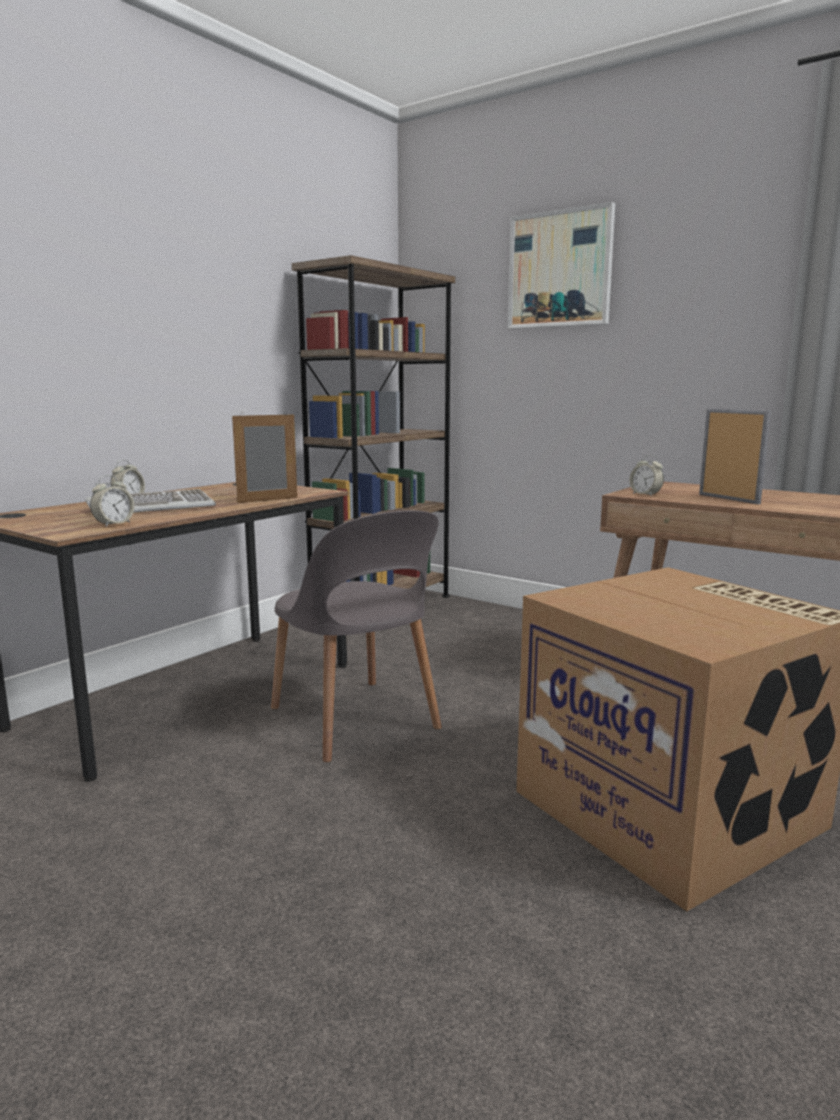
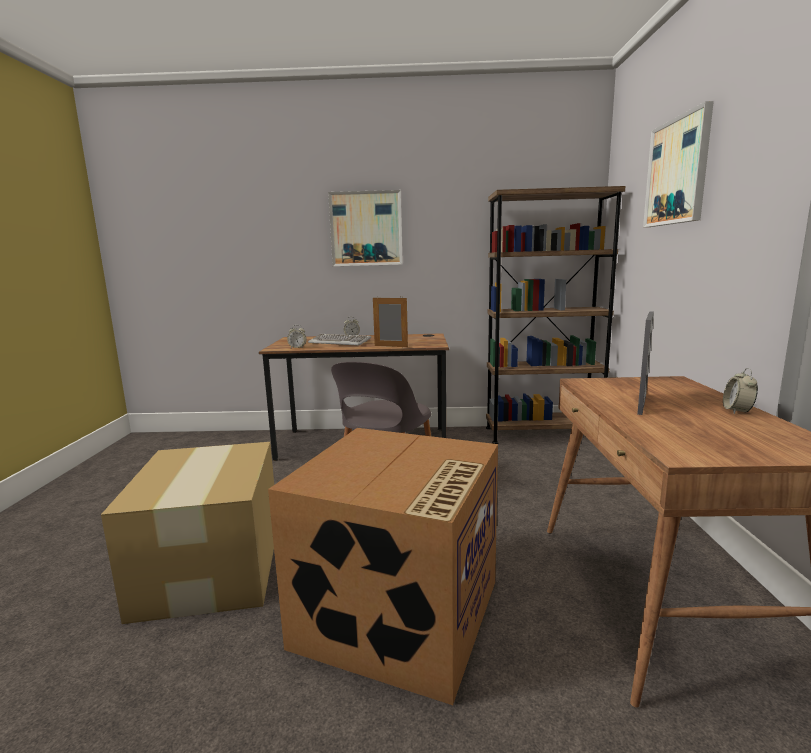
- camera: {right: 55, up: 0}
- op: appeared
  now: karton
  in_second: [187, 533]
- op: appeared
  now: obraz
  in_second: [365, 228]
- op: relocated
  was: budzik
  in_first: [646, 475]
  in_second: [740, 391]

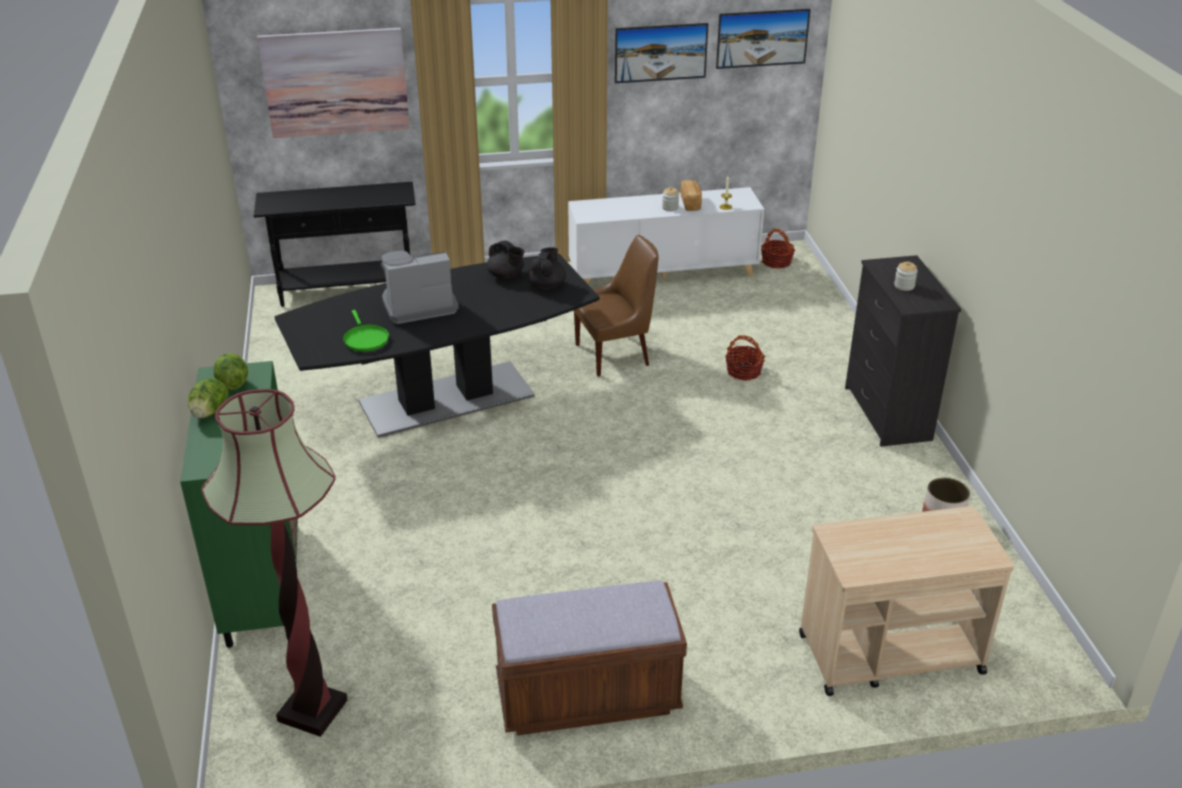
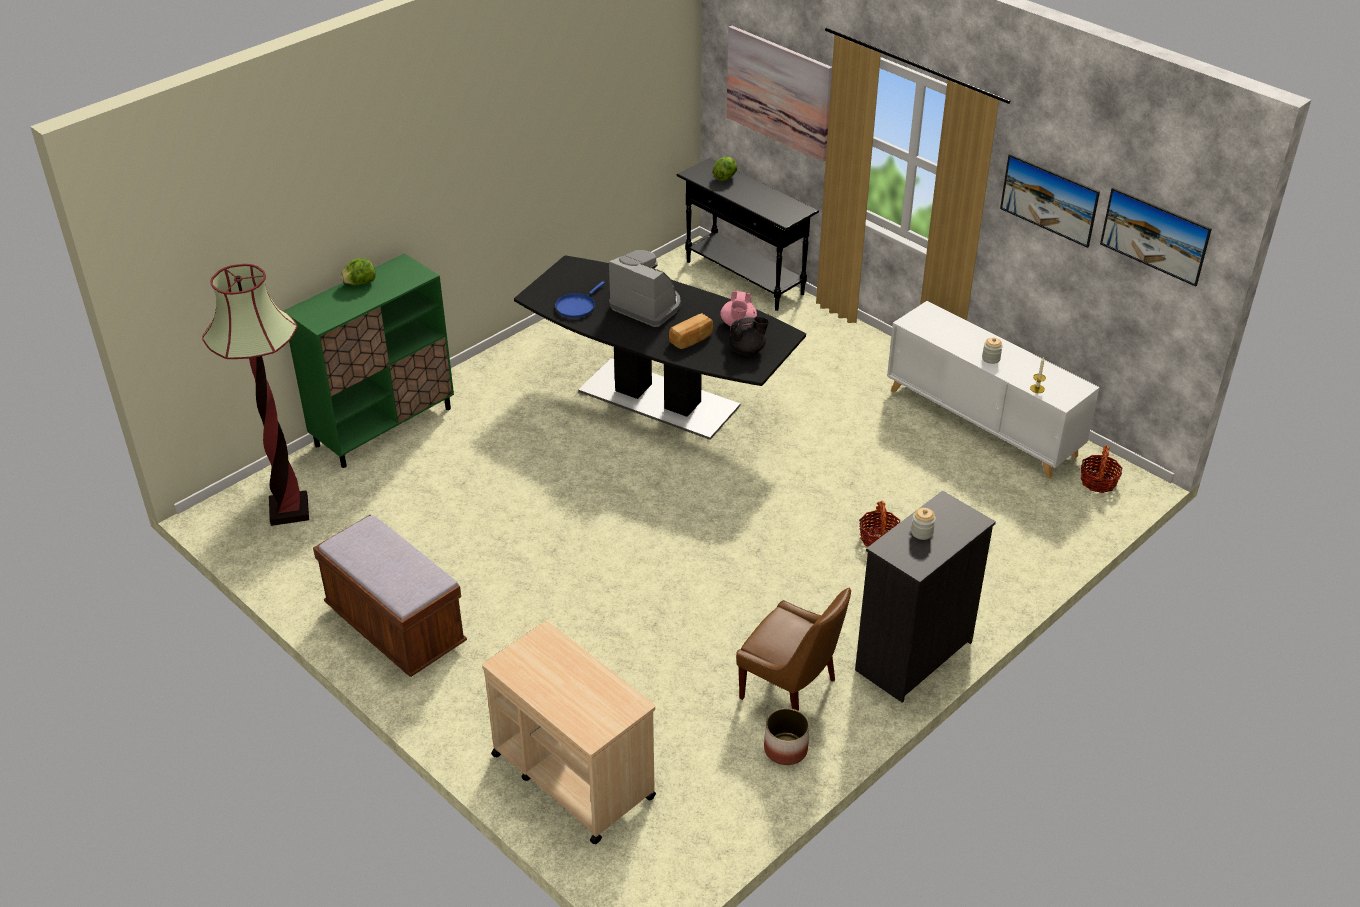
- camera: {right: 55, up: 5}
- op: relocated
  was: sałata
  in_first: [231, 371]
  in_second: [725, 169]
- op: relocated
  was: krzesło/brązowy
  in_first: [615, 306]
  in_second: [793, 649]
- op: relocated
  was: chleb
  in_first: [691, 195]
  in_second: [691, 331]
- op: colour
  was: patelnia/zielony
  now: patelnia/niebieski
  in_first: [366, 330]
  in_second: [580, 299]
- op: colour
  was: imbryk/czarny
  now: imbryk/różowy
  in_first: [505, 259]
  in_second: [738, 308]

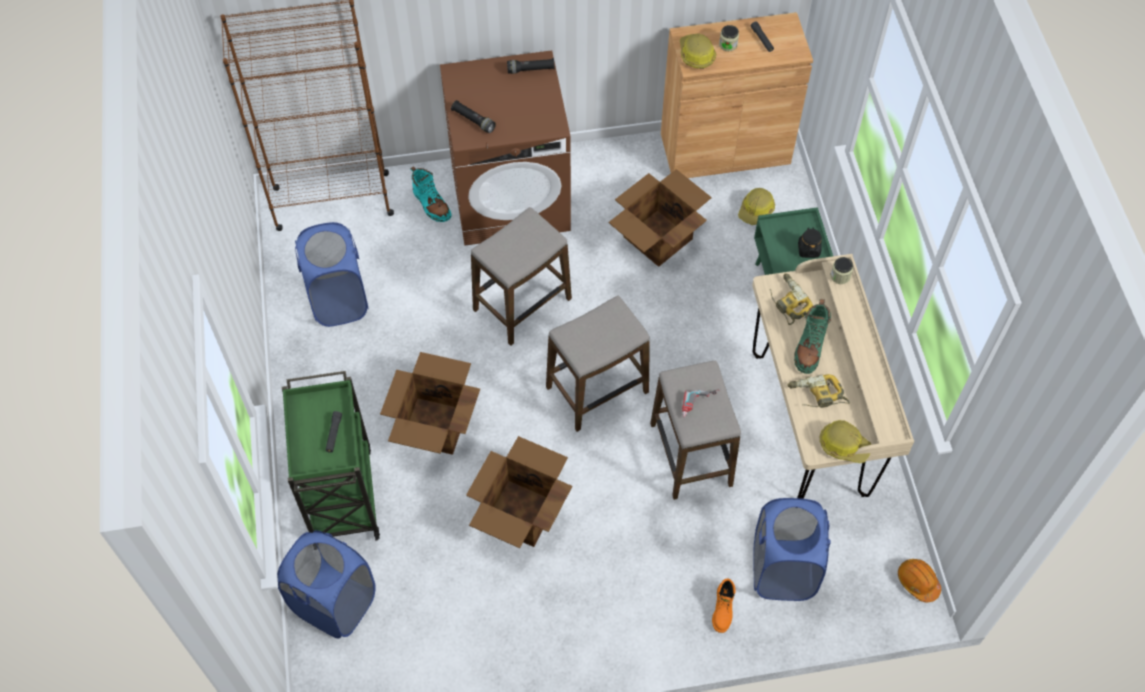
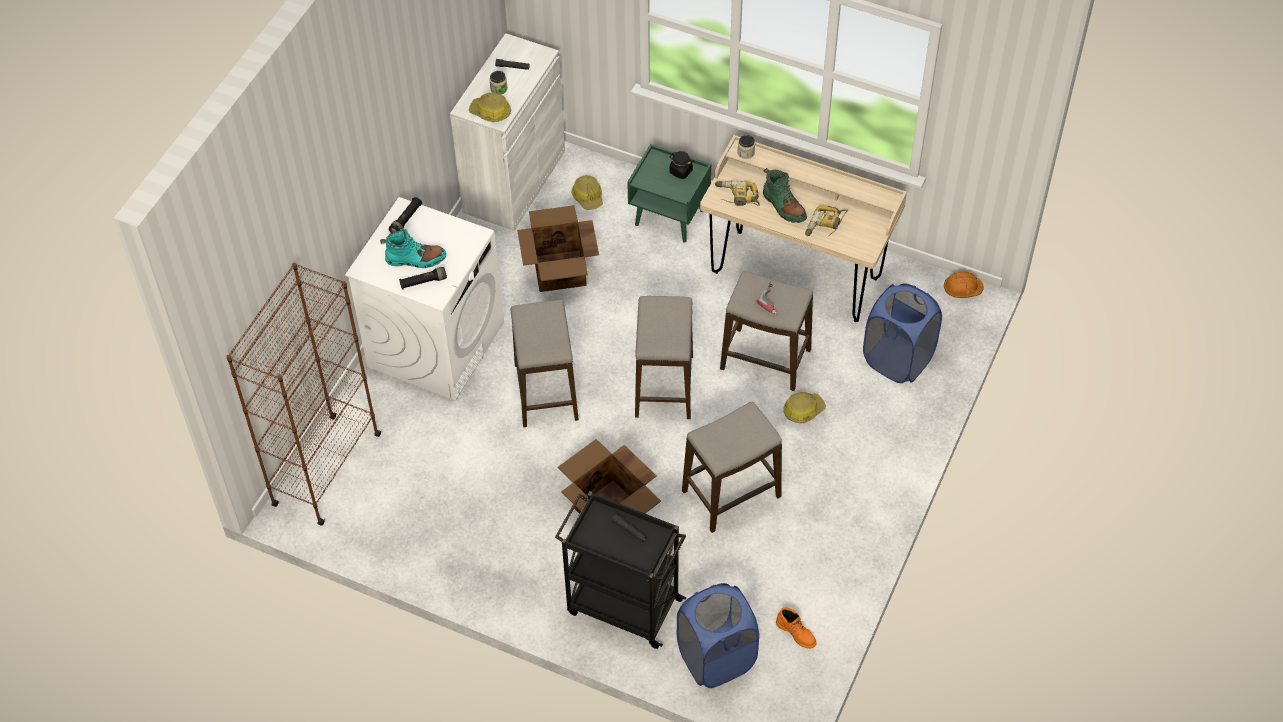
- camera: {right: -55, up: -5}
- op: missing
  was: kosz na pranie/niebieski
  in_first: [332, 274]
- op: relocated
  was: but z cholewką/turkusowy
  in_first: [431, 194]
  in_second: [413, 248]
- op: relocated
  was: but z cholewką/pomarańczowy
  in_first: [723, 605]
  in_second: [796, 628]
- op: relocated
  was: kask
  in_first: [845, 441]
  in_second: [804, 407]
- op: exchanged
  was: karton
  now: stołek
  in_first: [519, 492]
  in_second: [732, 467]
- op: colour
  was: wózek/zielony
  now: wózek/czarny
  in_first: [331, 455]
  in_second: [620, 570]
- op: colour
  was: pralka/brązowy
  now: pralka/biały
  in_first: [505, 147]
  in_second: [424, 298]
- op: colour
  was: szafka/brązowy
  now: szafka/biały
  in_first: [737, 95]
  in_second: [507, 132]

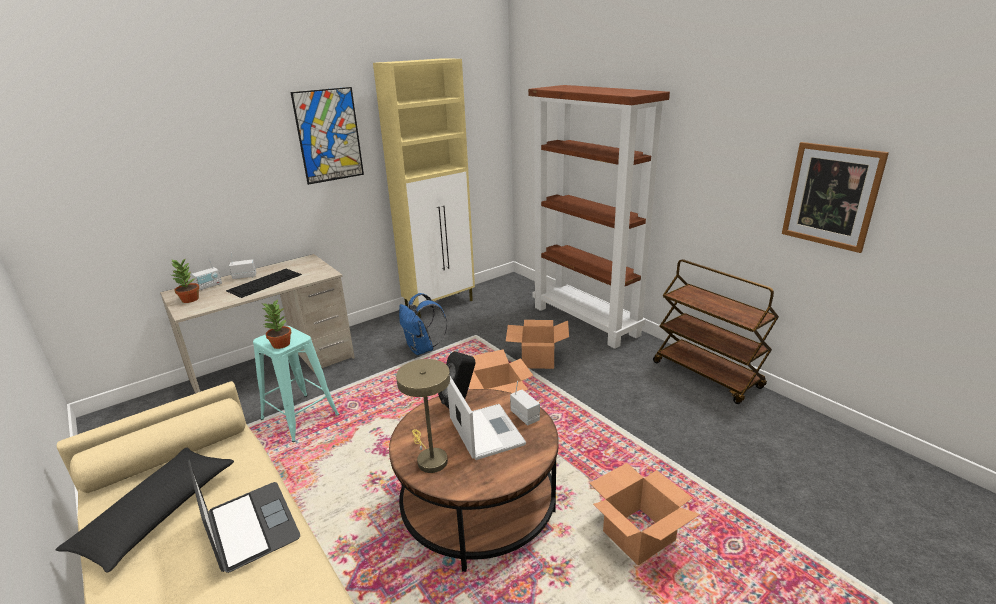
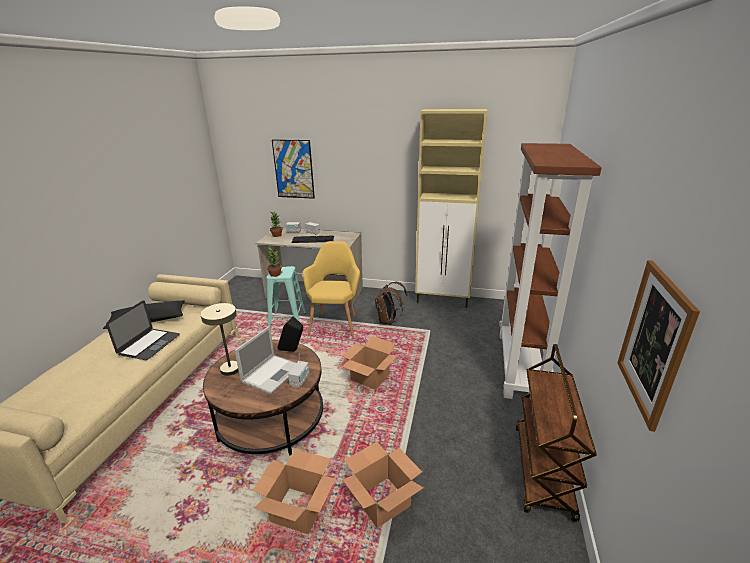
- camera: {right: 50, up: 0}
- op: appeared
  now: fotel/żółty
  in_second: [331, 289]
- op: relocated
  was: obraz
  in_first: [327, 136]
  in_second: [293, 169]
- op: relocated
  was: karton
  in_first: [537, 344]
  in_second: [383, 485]
- op: colour
  was: plecak/niebieski
  now: plecak/brązowy
  in_first: [423, 324]
  in_second: [391, 303]

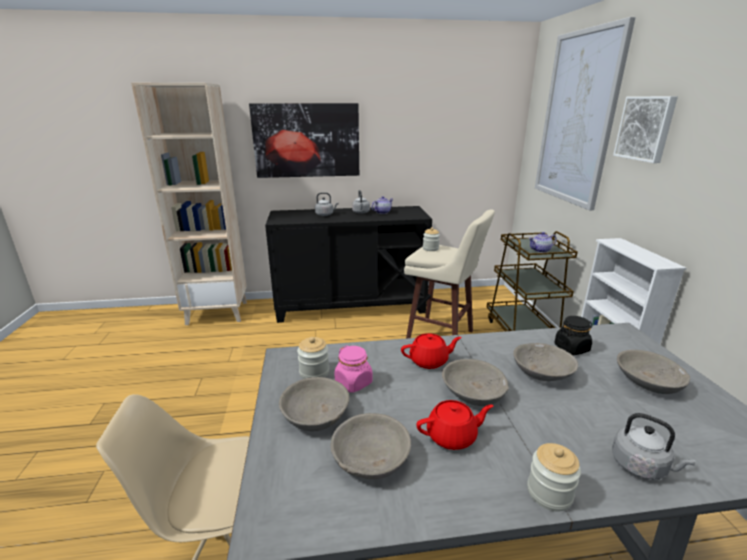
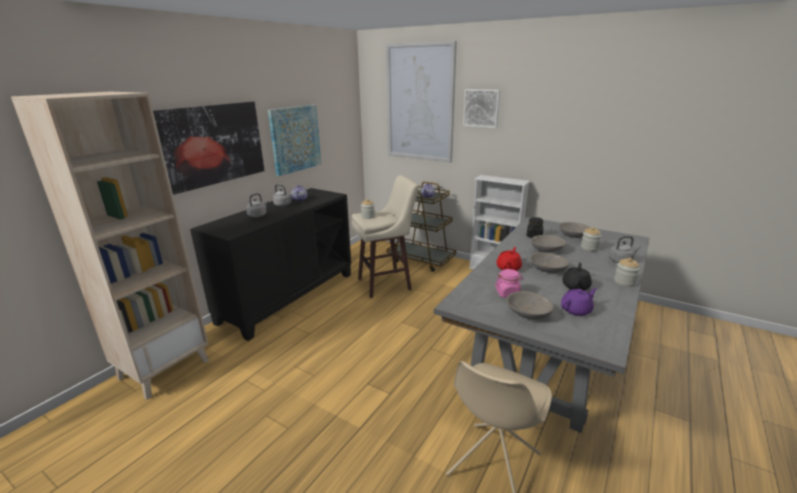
- camera: {right: -50, up: 0}
- op: appeared
  now: obraz
  in_second: [294, 140]
- op: relocated
  was: słoik
  in_first: [313, 358]
  in_second: [591, 239]
- op: exchanged
  was: miska/szary
  now: imbryk/fioletowy
  in_first: [371, 446]
  in_second: [579, 302]
- op: colour
  was: imbryk/czerwony
  now: imbryk/czarny
  in_first: [454, 425]
  in_second: [577, 277]

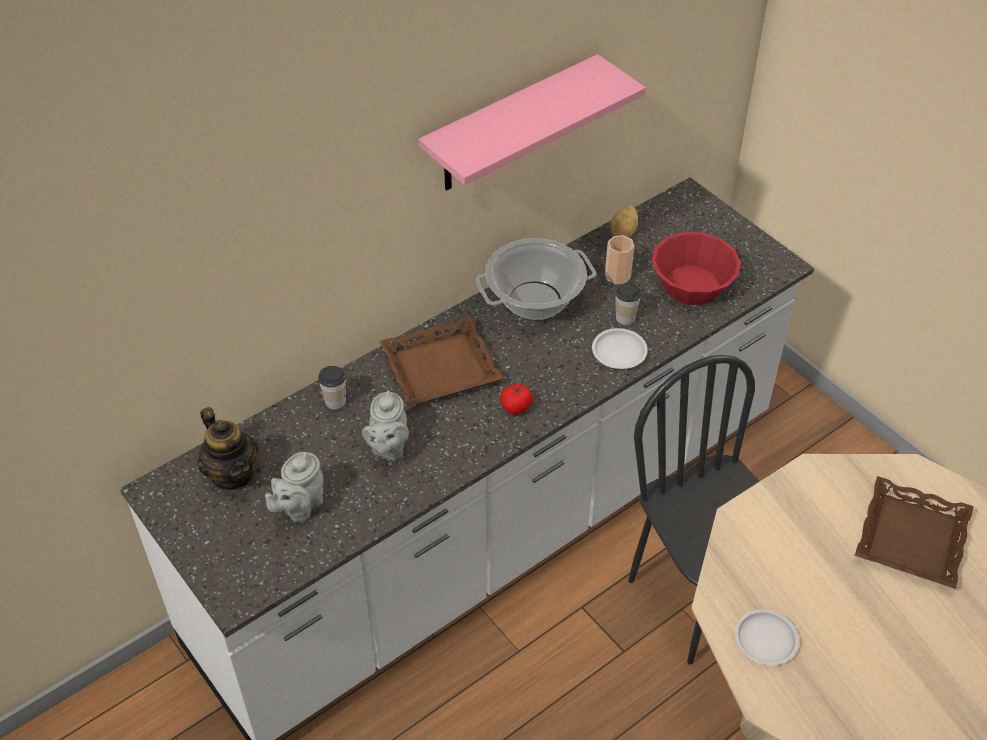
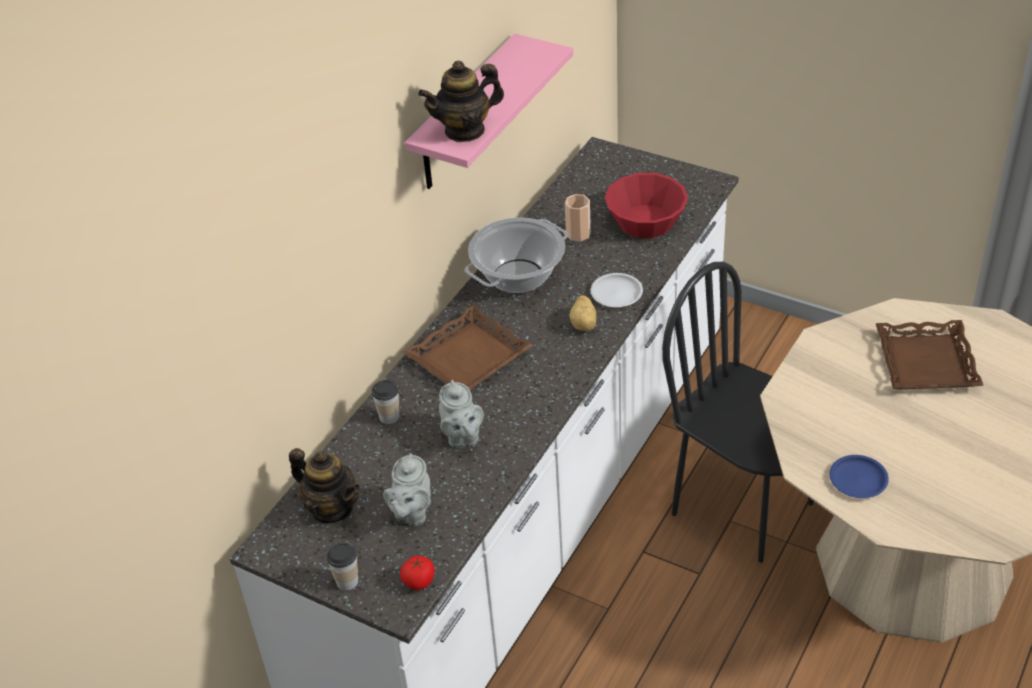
- camera: {right: -20, up: -5}
- op: appeared
  now: imbryk
  in_second: [461, 101]
- op: relocated
  was: pomidor
  in_first: [516, 399]
  in_second: [417, 573]
- op: relocated
  was: ziemniak
  in_first: [624, 221]
  in_second: [582, 313]
- op: relocated
  was: filiżanka
  in_first: [628, 303]
  in_second: [342, 566]
- op: colour
  was: talerz/biały
  now: talerz/niebieski
  in_first: [767, 637]
  in_second: [859, 476]

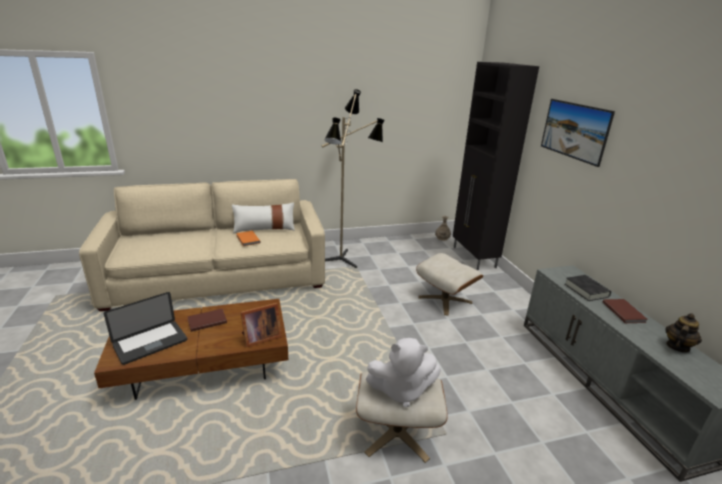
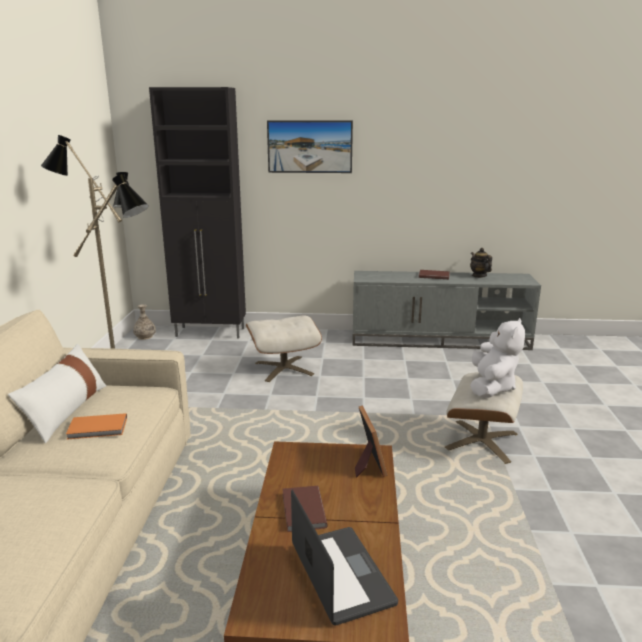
- camera: {right: -70, up: -5}
- op: missing
  was: książka/czarny
  in_first: [588, 288]

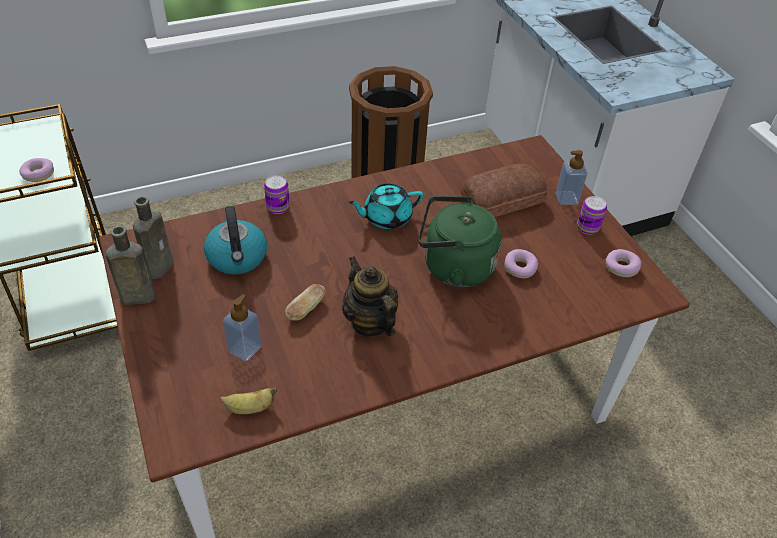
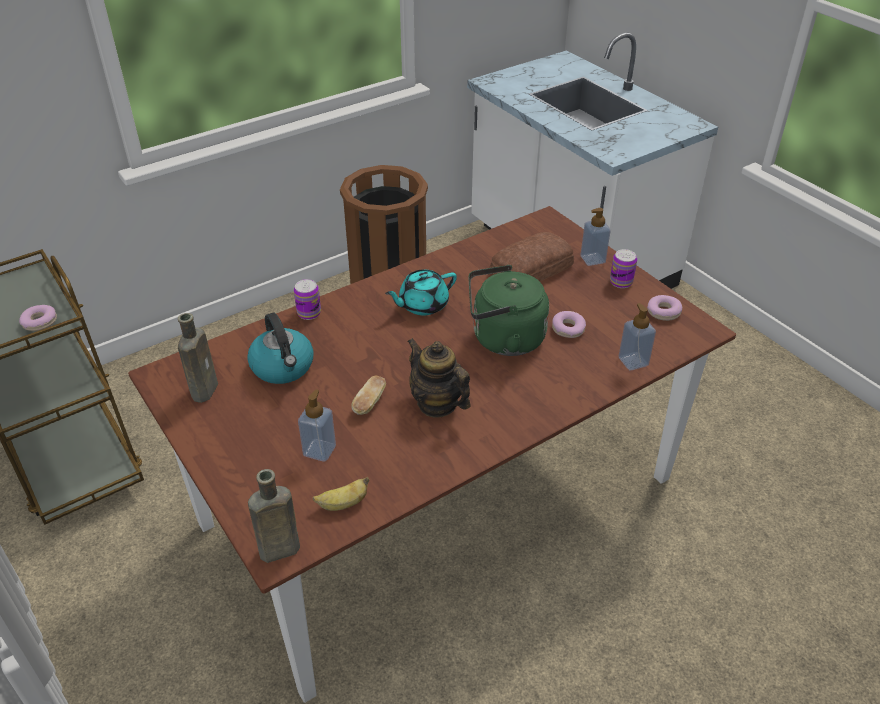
- camera: {right: -10, up: -5}
- op: appeared
  now: dozownik mydła
  in_second: [637, 336]
- op: relocated
  was: butelka/brązowy
  in_first: [130, 265]
  in_second: [274, 516]

